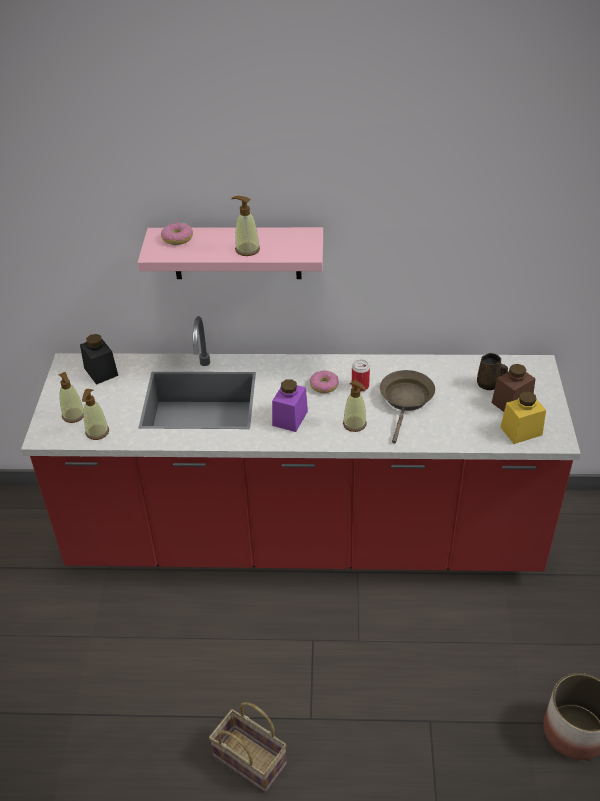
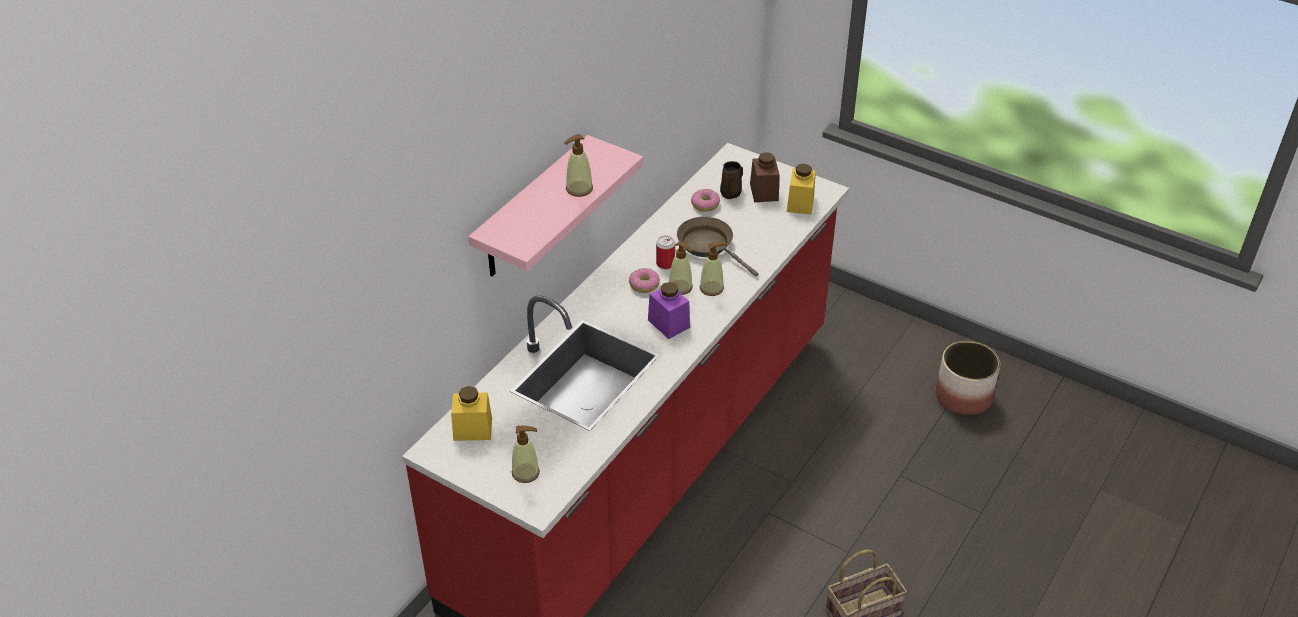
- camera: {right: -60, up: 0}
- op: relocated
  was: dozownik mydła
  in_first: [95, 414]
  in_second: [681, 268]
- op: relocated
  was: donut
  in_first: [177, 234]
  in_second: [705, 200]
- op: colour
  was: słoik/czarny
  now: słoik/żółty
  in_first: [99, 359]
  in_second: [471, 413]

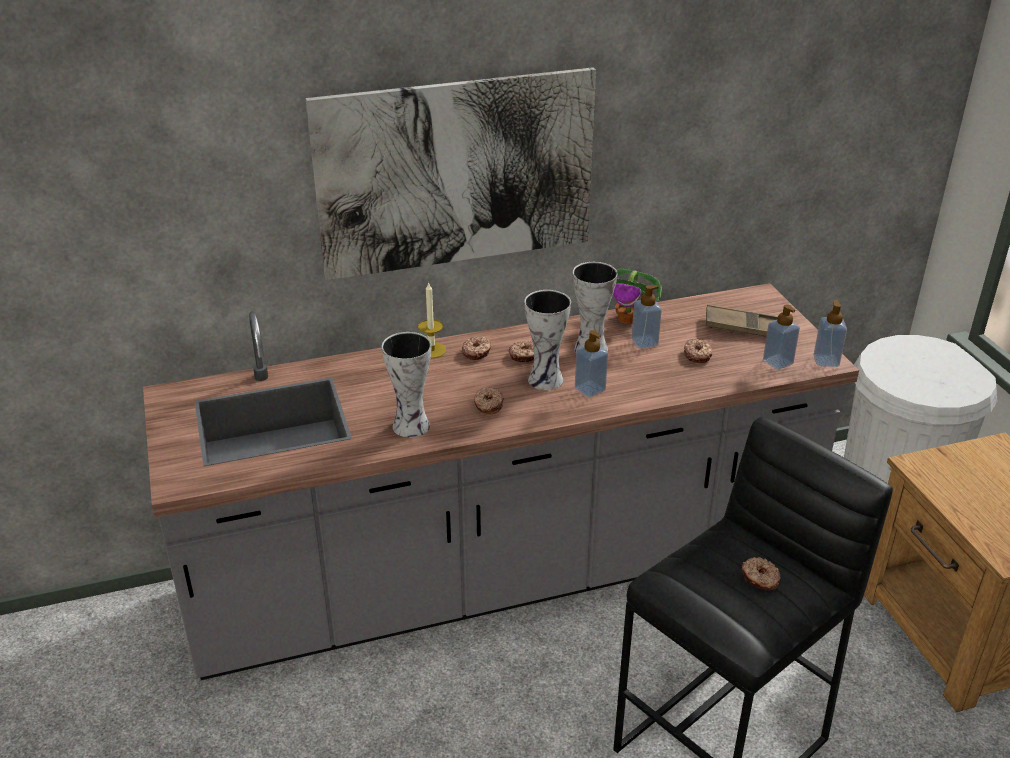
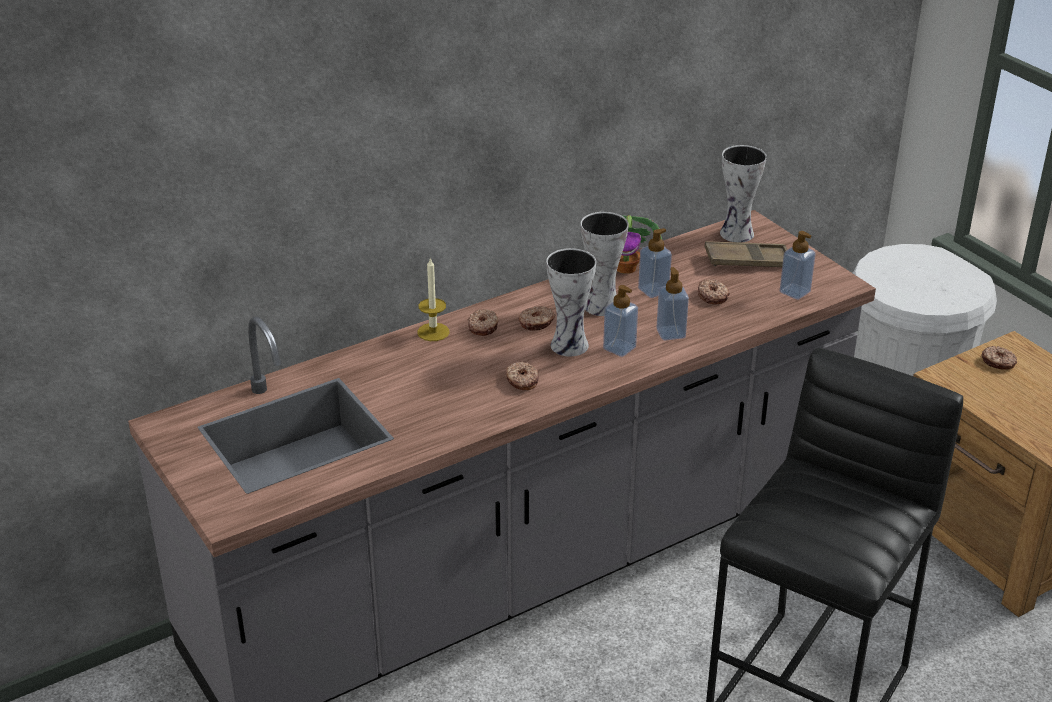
- camera: {right: -15, up: 0}
- op: missing
  was: obraz
  in_first: [451, 173]
- op: relocated
  was: wazon
  in_first: [406, 385]
  in_second: [743, 194]
- op: relocated
  was: donut
  in_first: [761, 573]
  in_second: [999, 358]
- op: relocated
  was: dozownik mydła
  in_first: [830, 333]
  in_second: [672, 303]

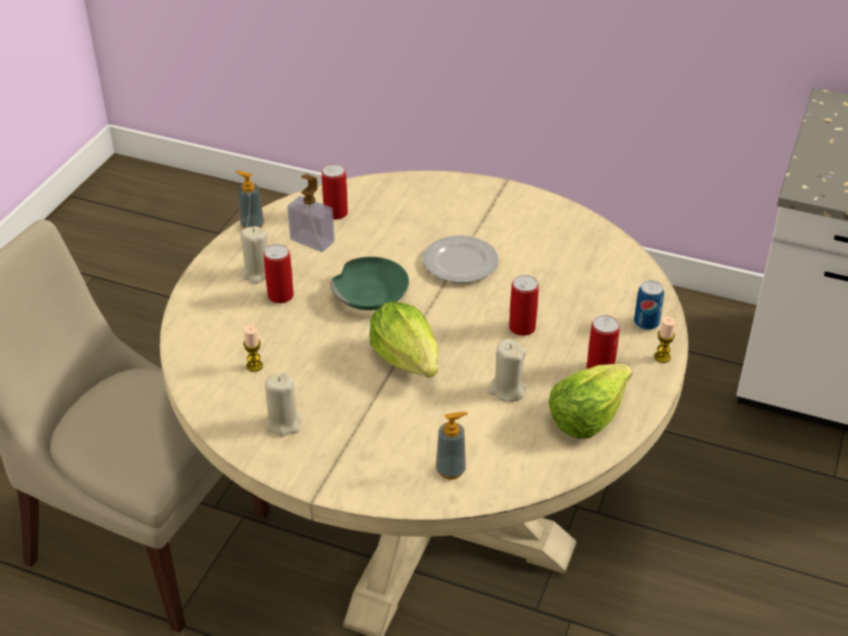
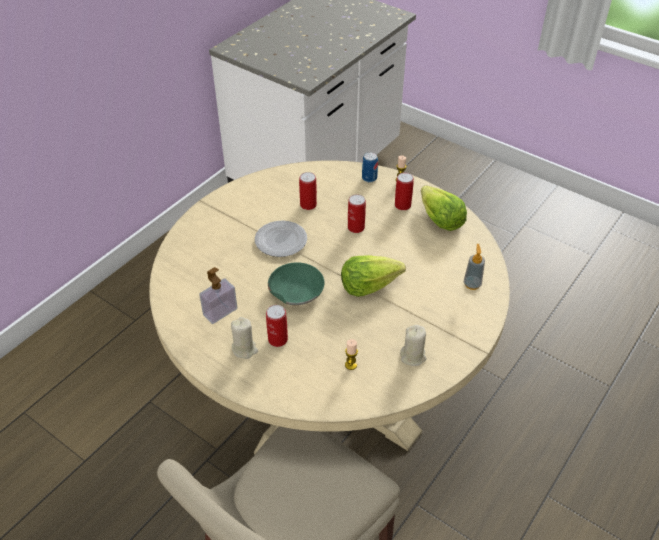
- camera: {right: -75, up: 5}
- op: missing
  was: dozownik mydła
  in_first: [249, 199]
- op: missing
  was: świeca/beżowy
  in_first: [507, 370]
- op: relocated
  was: puszka
  in_first: [335, 192]
  in_second: [308, 191]

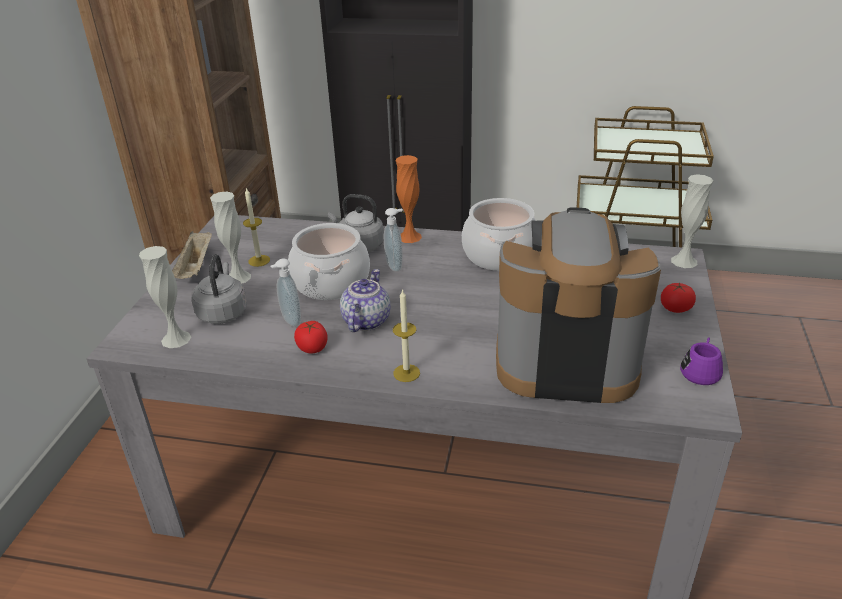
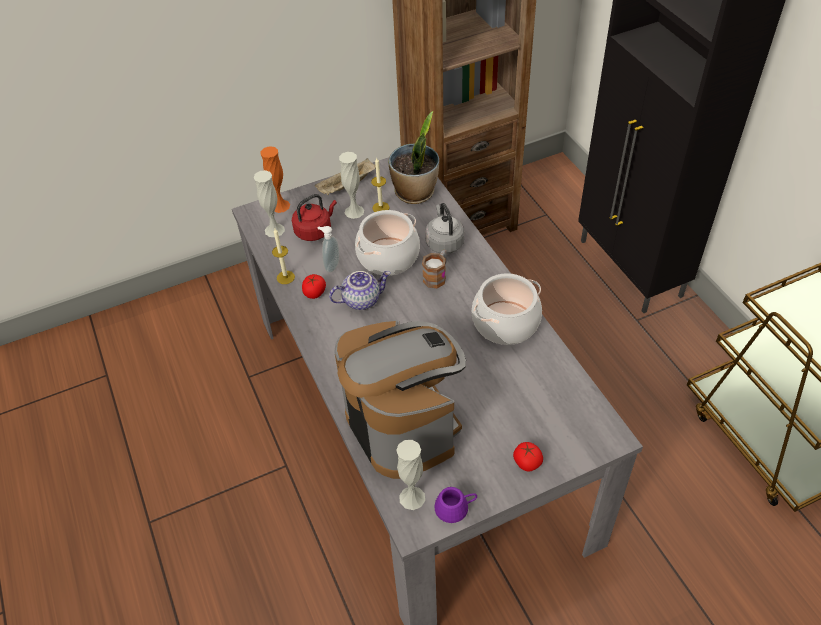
- camera: {right: 55, up: 15}
- op: appeared
  now: roślina doniczkowa
  in_second: [413, 157]
- op: relocated
  was: świeca
  in_first: [406, 335]
  in_second: [283, 256]
- op: relocated
  was: wazon/pomarańczowy
  in_first: [409, 199]
  in_second: [275, 179]
- op: relocated
  was: wazon/biały
  in_first: [692, 221]
  in_second: [410, 475]
- op: exchanged
  was: dozownik mydła
  now: kubek
  in_first: [393, 240]
  in_second: [434, 269]
- op: colour
  was: czajnik/szary
  now: czajnik/czerwony
  in_first: [219, 289]
  in_second: [314, 217]

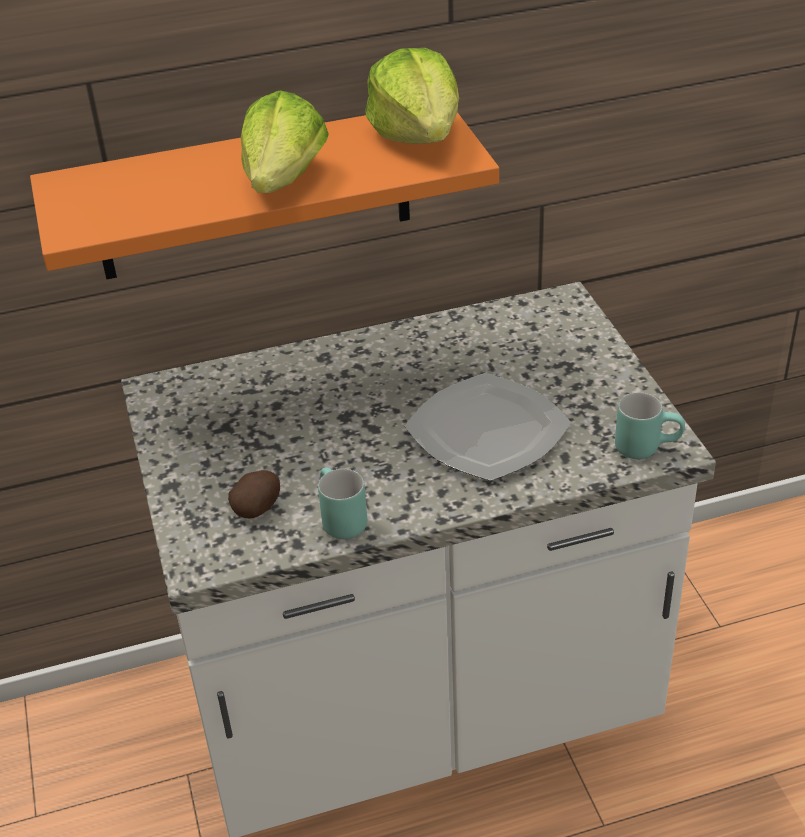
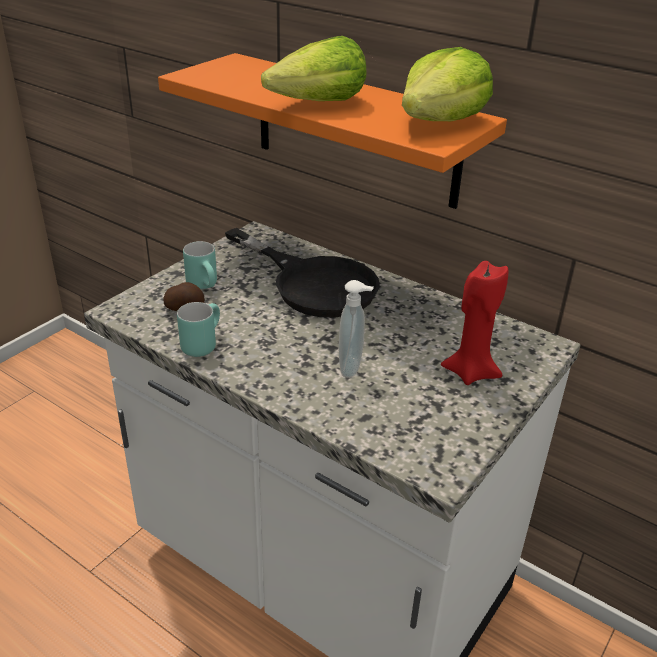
- camera: {right: 50, up: -5}
- op: appeared
  now: patelnia/czarny
  in_second: [302, 273]
- op: appeared
  now: świeca/czerwony
  in_second: [474, 323]
- op: relocated
  was: kubek/turkusowy
  in_first: [650, 425]
  in_second: [200, 265]
- op: exchanged
  was: talerz
  now: dozownik mydła
  in_first: [488, 427]
  in_second: [356, 329]

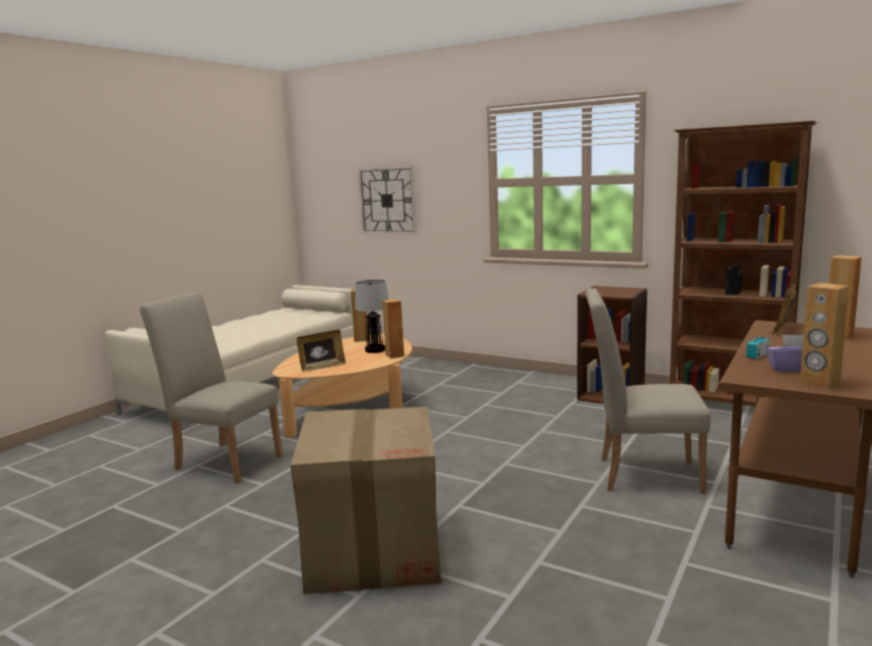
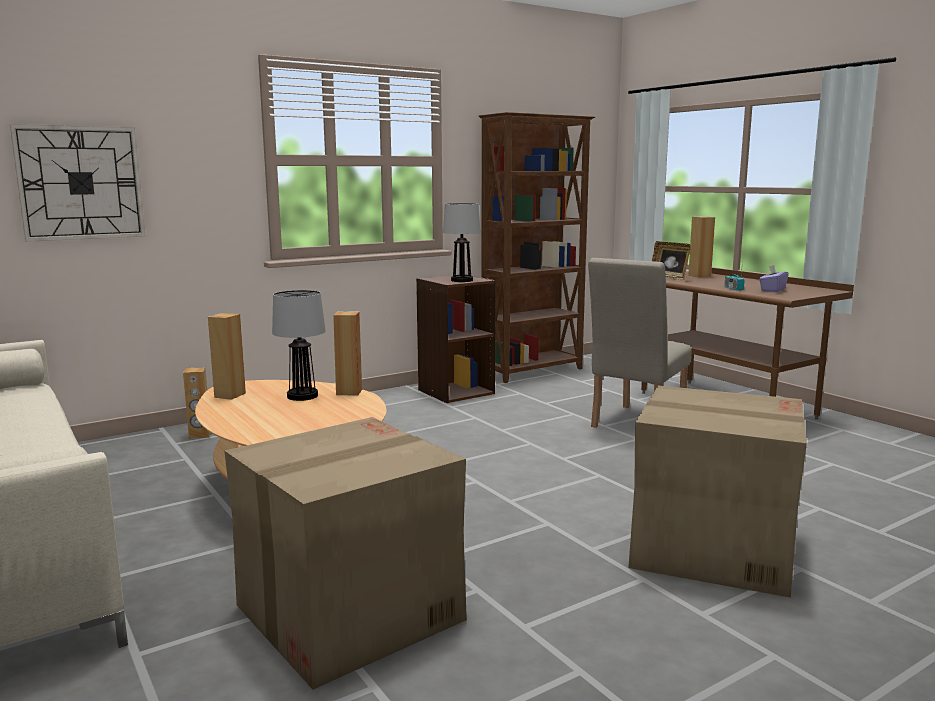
- camera: {right: -65, up: 0}
- op: missing
  was: ramka na zdjęcie
  in_first: [321, 351]
- op: appeared
  now: lampa stołowa
  in_second: [462, 242]
- op: relocated
  was: głośnik/brązowy
  in_first: [824, 336]
  in_second: [197, 403]
- op: exchanged
  was: krzesło/beżowy
  now: karton
  in_first: [211, 387]
  in_second: [345, 553]

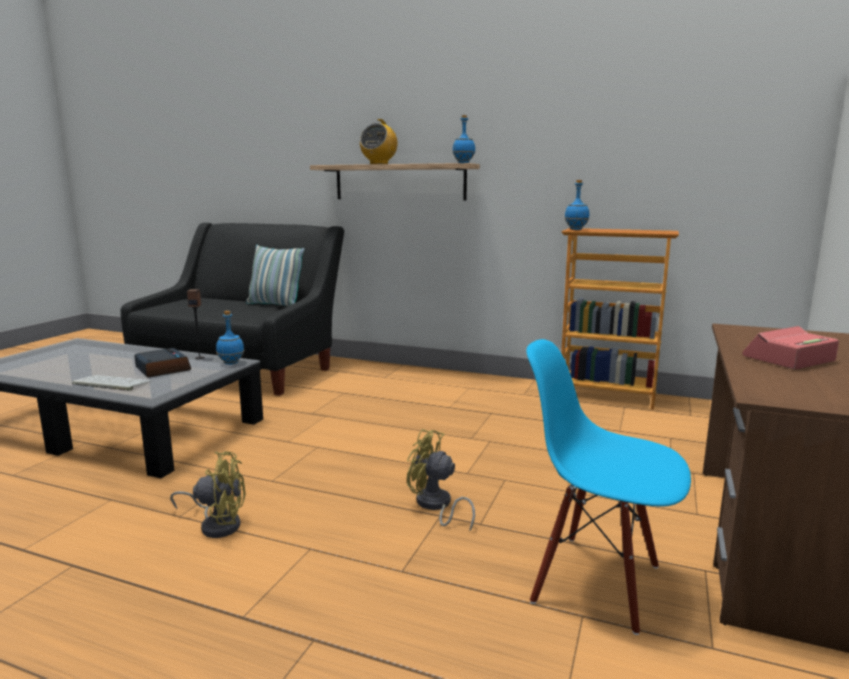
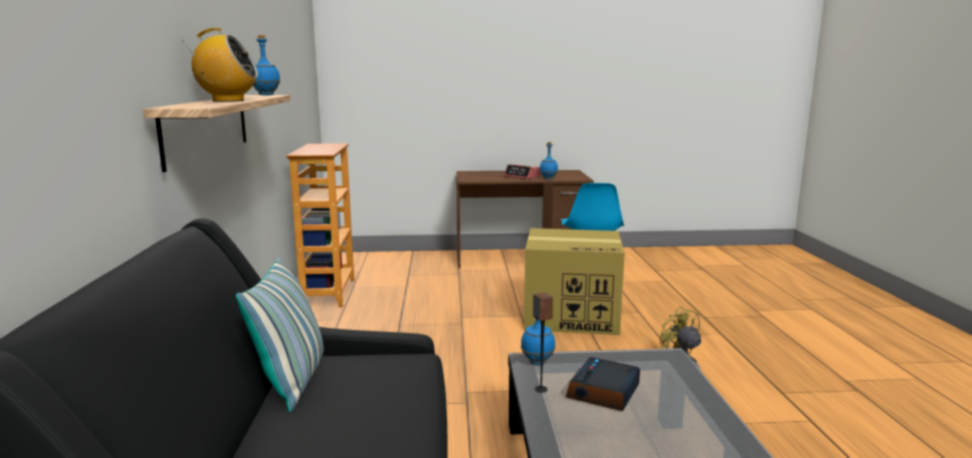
- camera: {right: -115, up: 0}
- op: missing
  was: klawiatura
  in_first: [112, 383]
- op: relocated
  was: butelka/niebieski
  in_first: [577, 205]
  in_second: [549, 160]
- op: exchanged
  was: wentylator/żółty
  now: karton
  in_first: [441, 480]
  in_second: [574, 281]

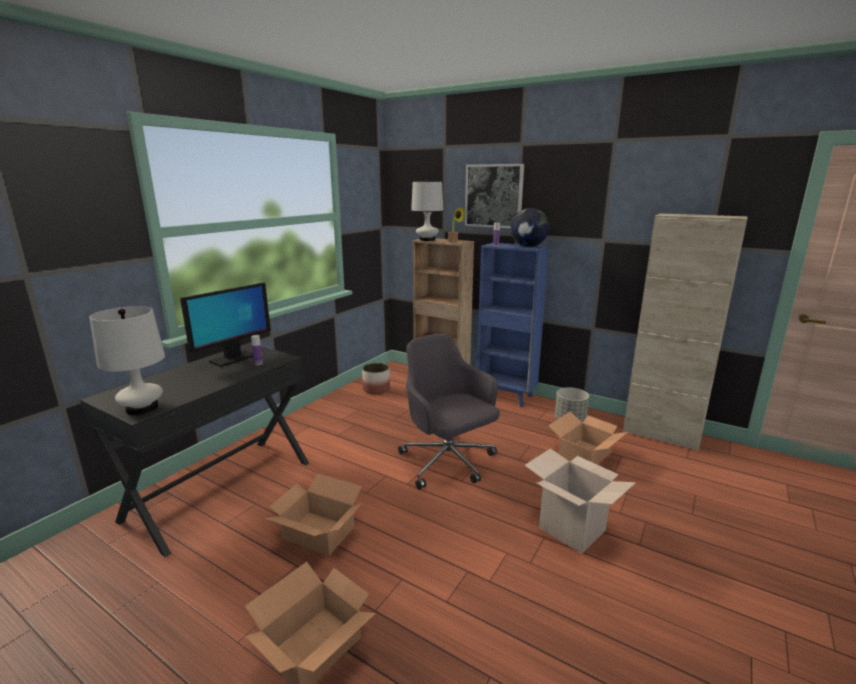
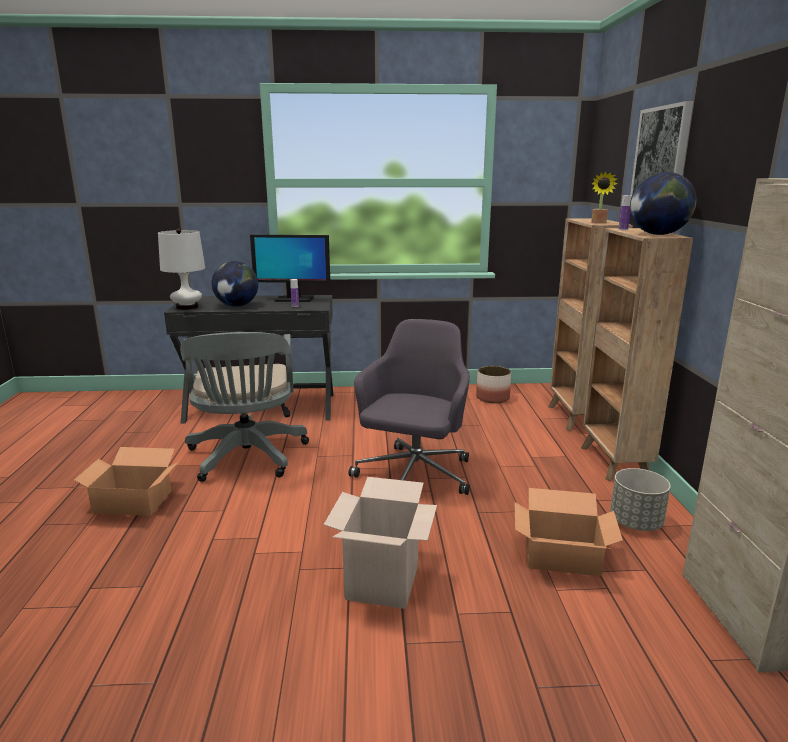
- camera: {right: 55, up: 0}
- op: missing
  was: lampa stołowa/biały
  in_first: [427, 210]
- op: appeared
  now: globus
  in_second: [235, 284]
- op: exchanged
  was: karton
  now: krzesło biurowe/szary
  in_first: [313, 514]
  in_second: [244, 407]
- op: colour
  was: regał/niebieski
  now: regał/brązowy
  in_first: [513, 325]
  in_second: [637, 354]

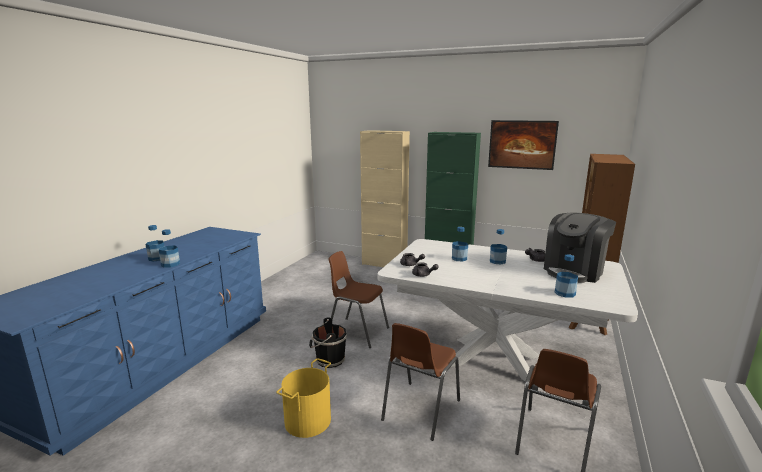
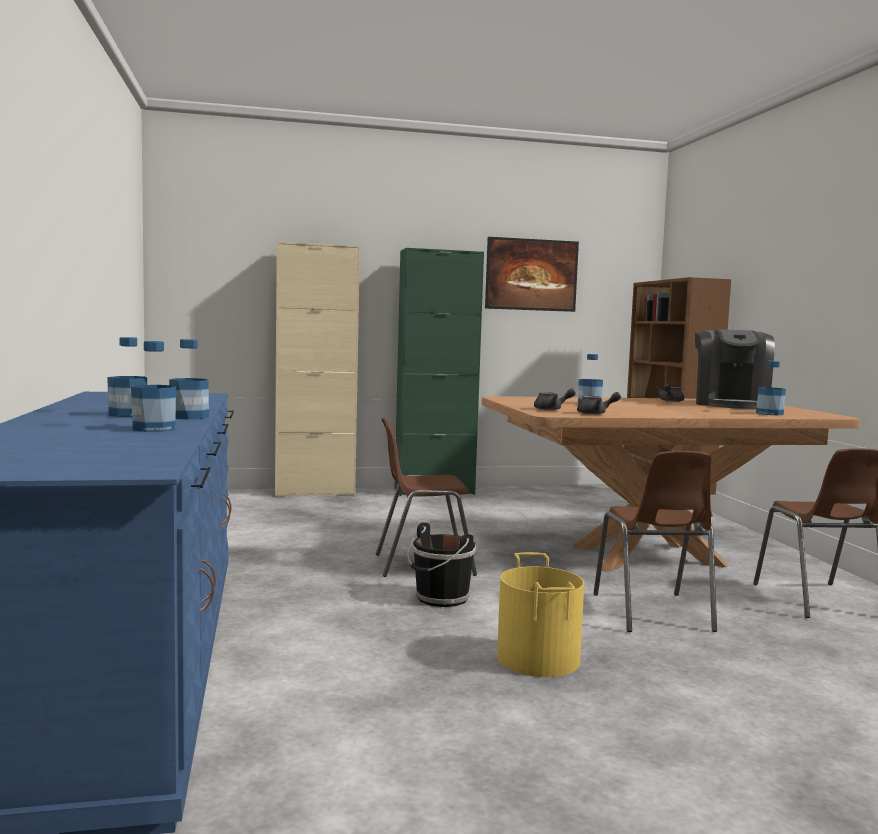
- camera: {right: -35, up: -10}
- op: relocated
  was: butelka
  in_first: [498, 246]
  in_second: [153, 386]
- op: colour
  was: stół jadalny/biały
  now: stół jadalny/brązowy
  in_first: [507, 311]
  in_second: [670, 484]

